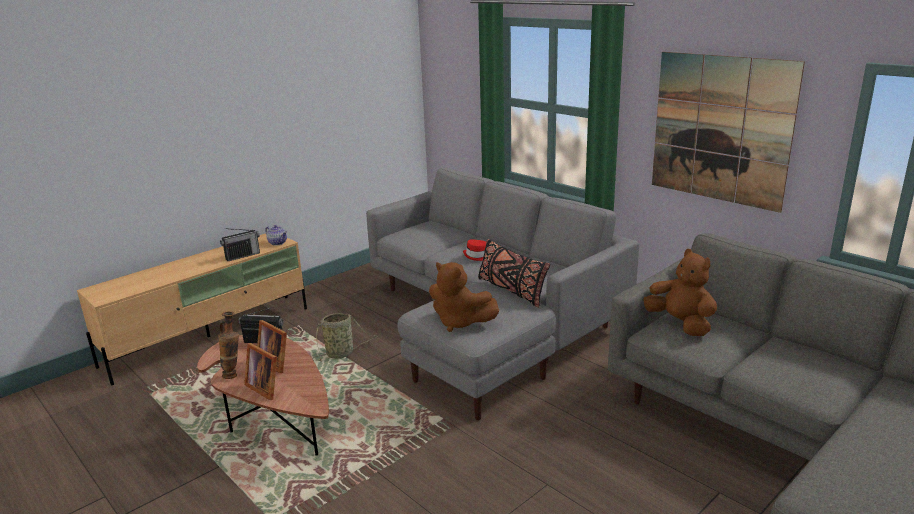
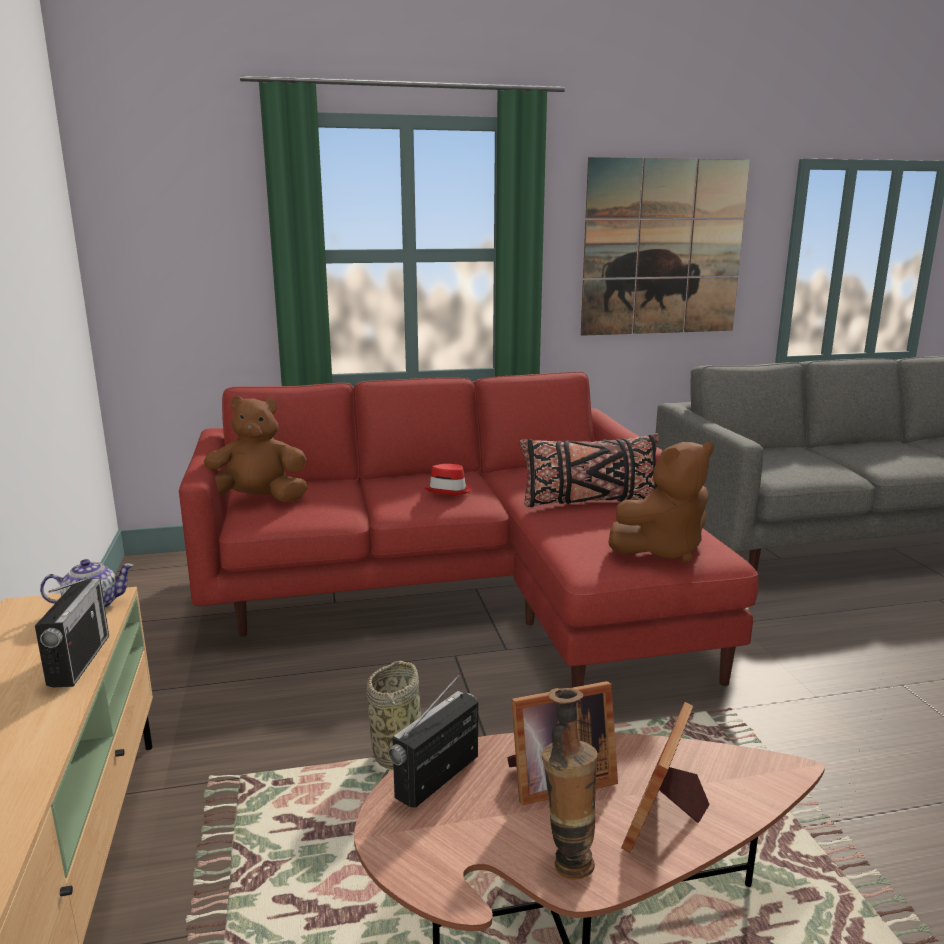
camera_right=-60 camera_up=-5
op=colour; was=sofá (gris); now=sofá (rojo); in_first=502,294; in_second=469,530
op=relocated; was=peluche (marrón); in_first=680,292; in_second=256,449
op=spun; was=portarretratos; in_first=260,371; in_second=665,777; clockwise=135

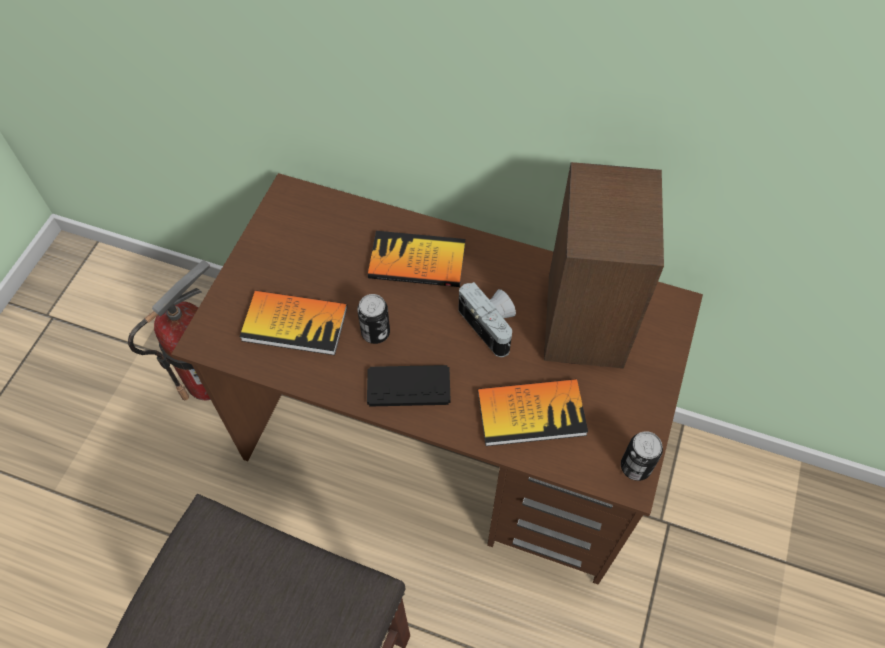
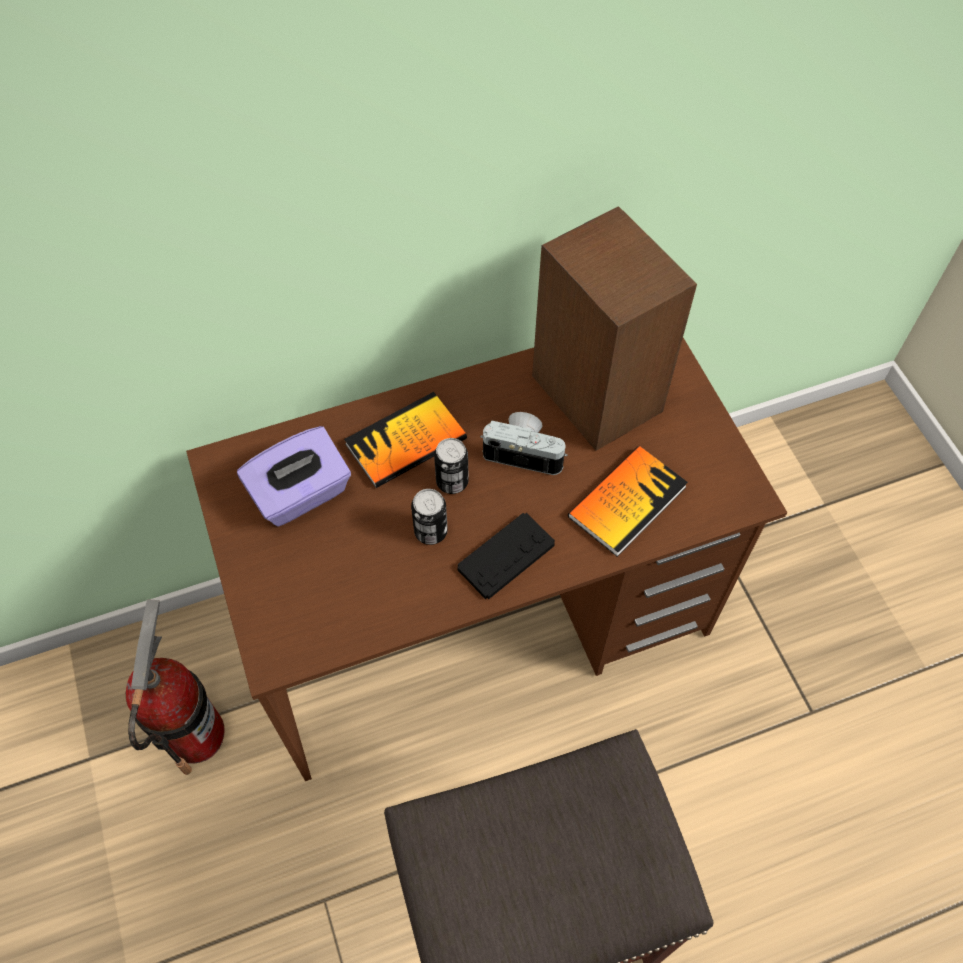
camera_right=-40 camera_up=0
op=appeared; now=caja de pañuelos (morado); in_second=294,476
op=relocated; was=lata; in_first=642,456; in_second=451,466
op=missing; was=libro; in_first=293,322

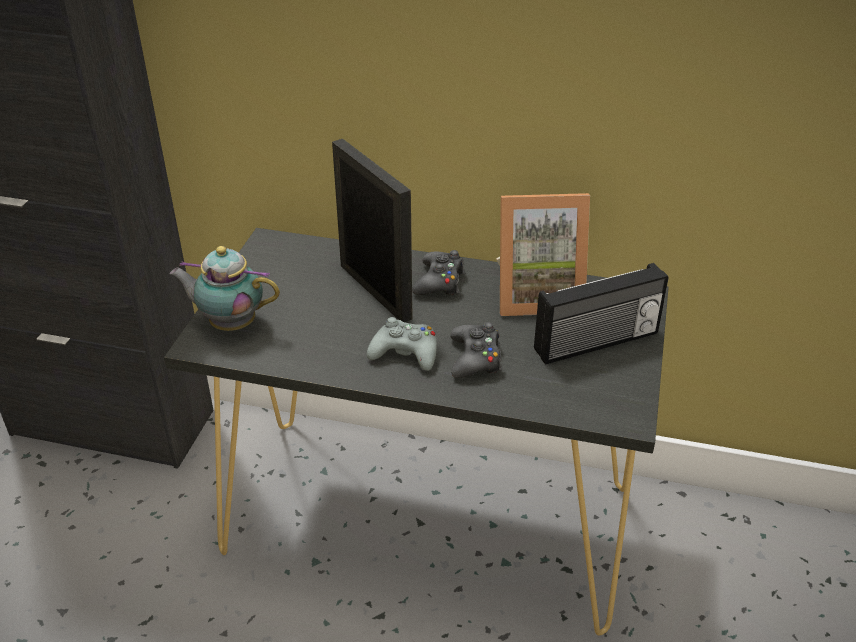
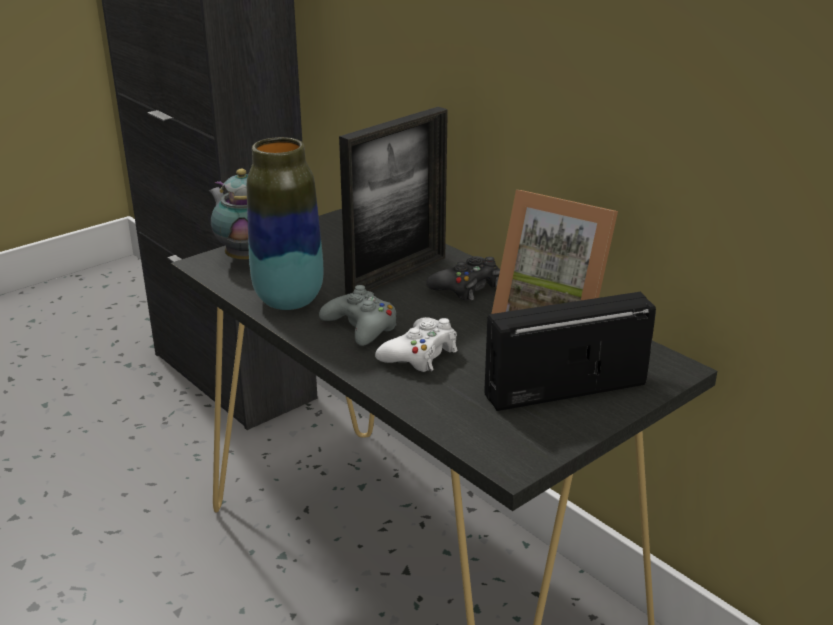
camera_right=35 camera_up=-10
op=appeared; now=florero; in_second=285,223
op=spun; was=portarretratos; in_first=372,230; in_second=393,201; clockwise=45
op=colour; was=mando de consola (negro); now=mando de consola (blanco); in_first=476,350; in_second=416,344
op=spun; was=radio; in_first=601,314; in_second=570,351; clockwise=150

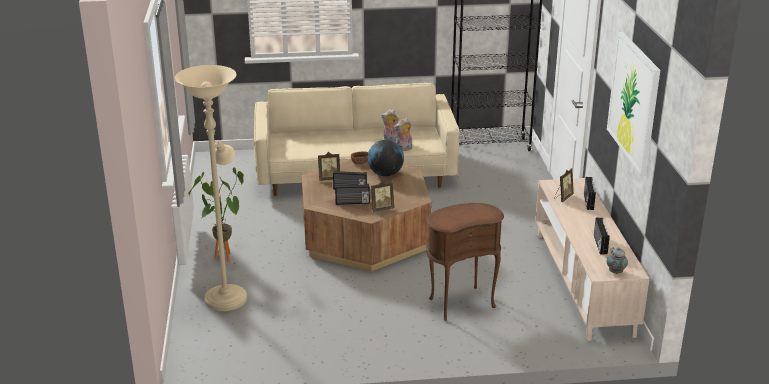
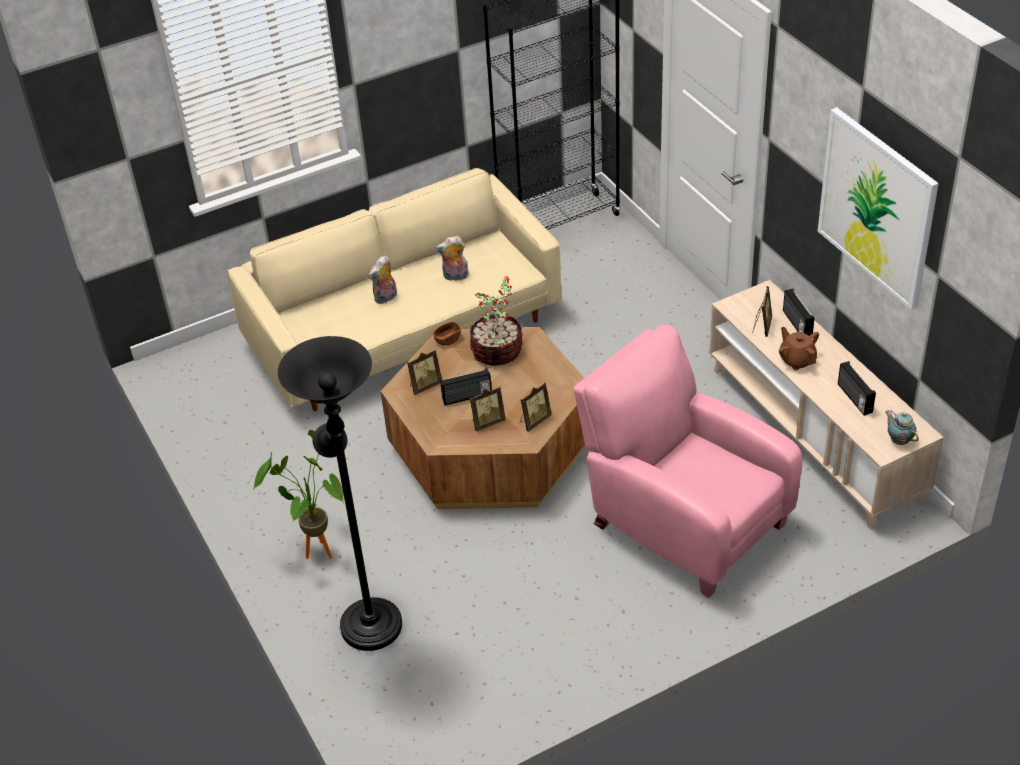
camera_right=-20 camera_up=15
op=colour; was=lámpara de pie (beis); now=lámpara de pie (negro); in_first=211,188; in_second=340,493
op=relocated; was=peluche; in_first=403,134; in_second=383,279
op=exchanged; was=globo terráqueo; now=planta en maceta; in_first=386,158; in_second=496,321
op=exchanged; was=radio; now=portarretratos; in_first=352,194; in_second=487,408
op=exchanged; was=mesa auxiliar (marrón); now=sillón (rosa); in_first=465,262; in_second=688,461
op=appeared; now=tetera (marrón); in_second=799,348

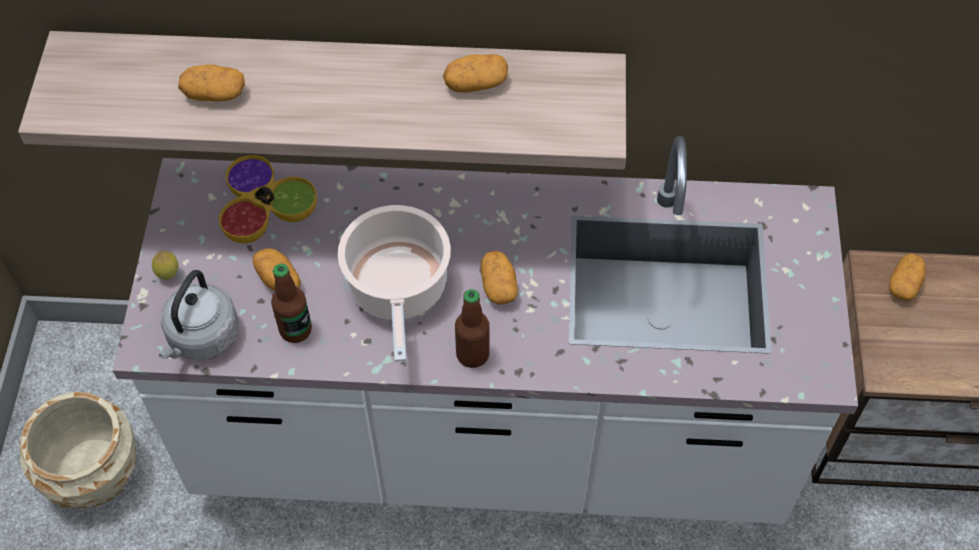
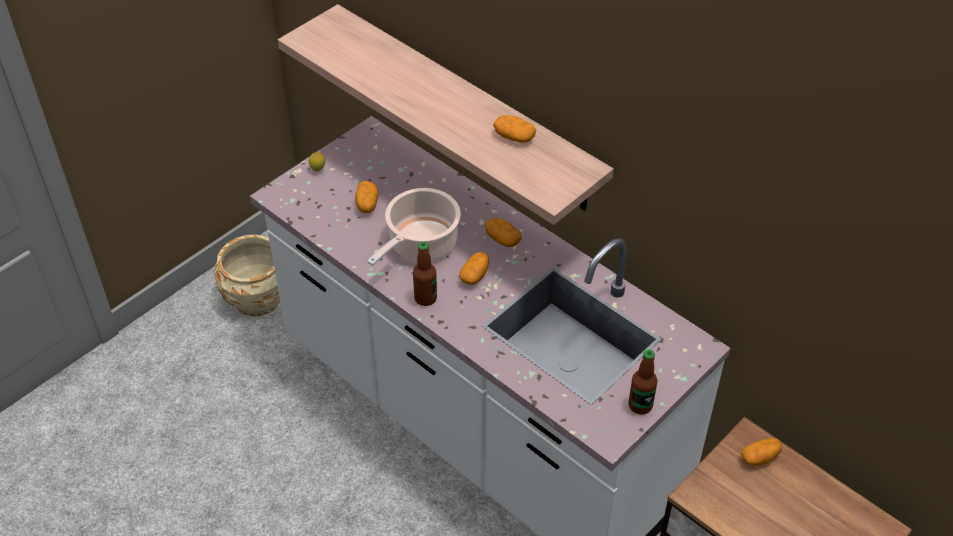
camera_right=40 camera_up=-10
op=relocated; was=patata; in_first=211,82; in_second=503,232
op=relocated; was=botella; in_first=291,303; in_second=642,382
op=missing; was=hervidor (gris); in_first=199,315
op=missing; was=cuenco; in_first=268,199

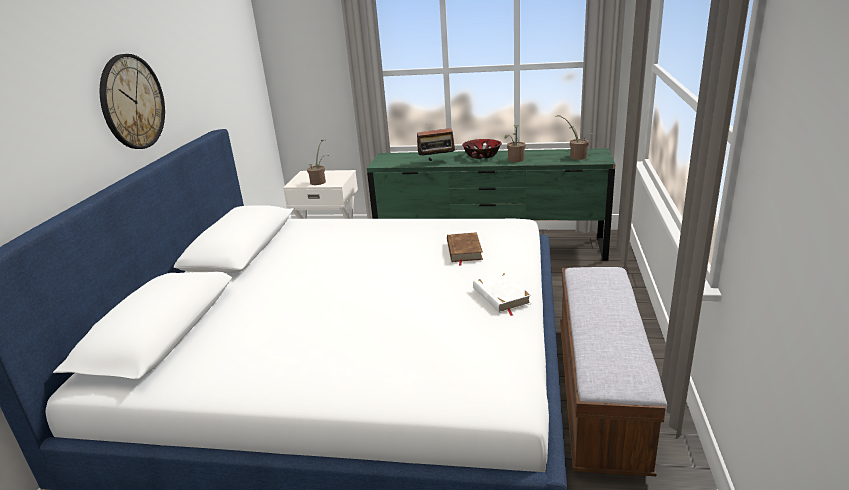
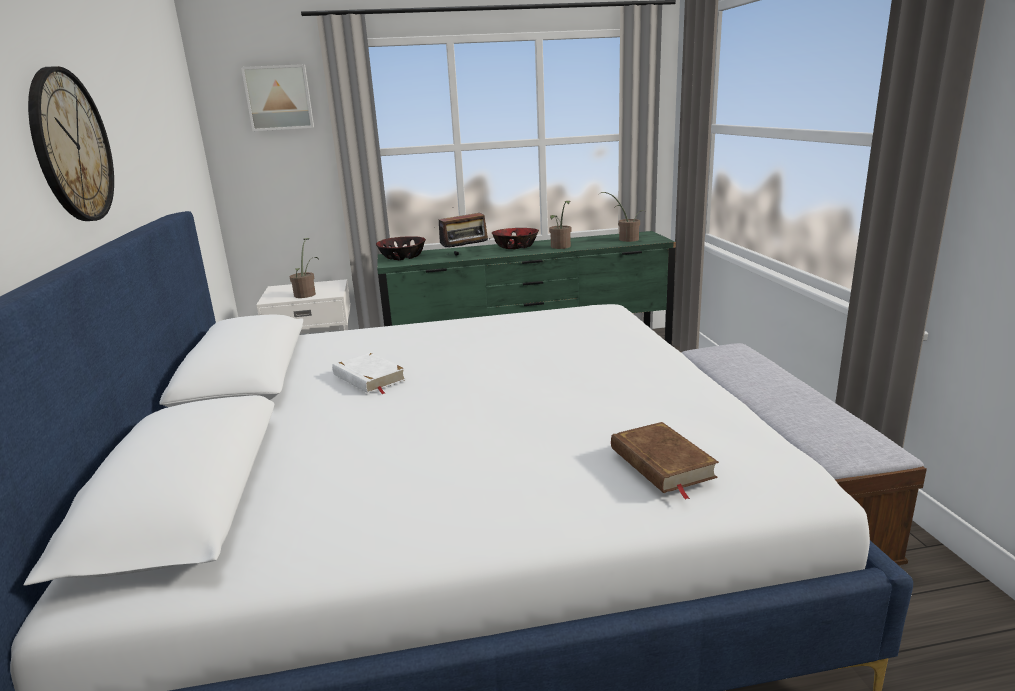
camera_right=-20 camera_up=-5
op=appeared; now=cuadro; in_second=277,97
op=relocated; was=libro (blanco); in_first=502,294; in_second=369,373
op=appeared; now=cuenco; in_second=401,248
op=relocated; was=libro (marrón); in_first=465,249; in_second=665,461

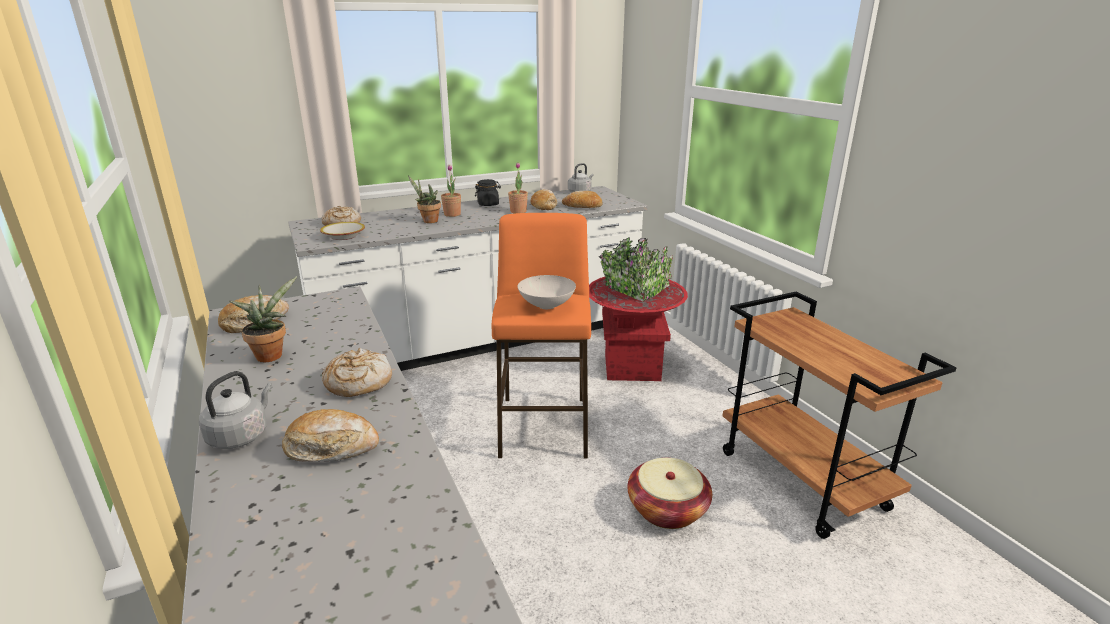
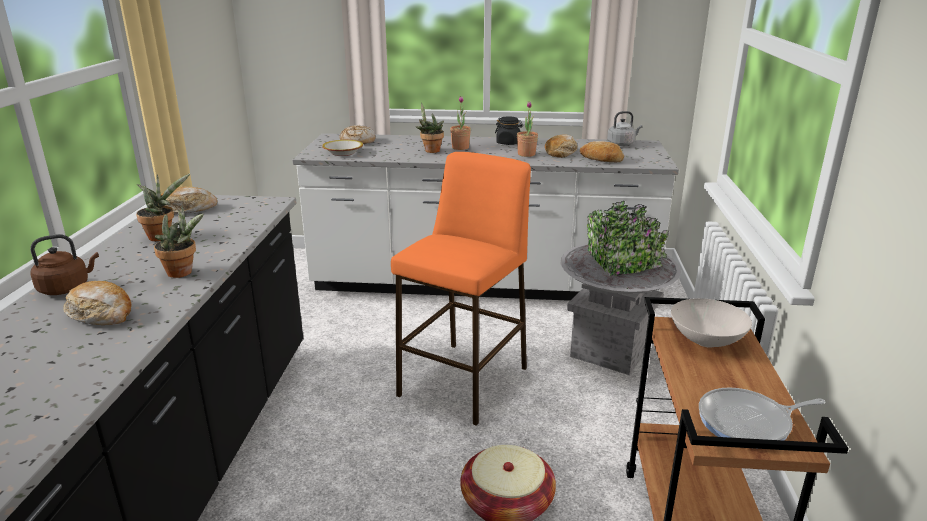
camera_right=30 camera_up=0
op=colour; was=hervidor (gris); now=hervidor (marrón); in_first=236,410; in_second=64,264
op=exchanged; was=pan; now=planta en maceta; in_first=357,372; in_second=179,241
op=colour; was=maceta (rojo); now=maceta (gris); in_first=638,309; in_second=621,288
op=relocated; was=cuenco (blanco); in_first=547,292; in_second=711,322
op=appeared; now=sartén; in_second=762,418

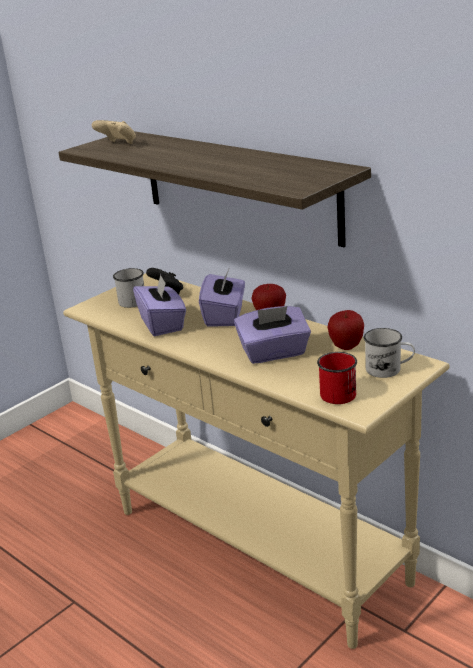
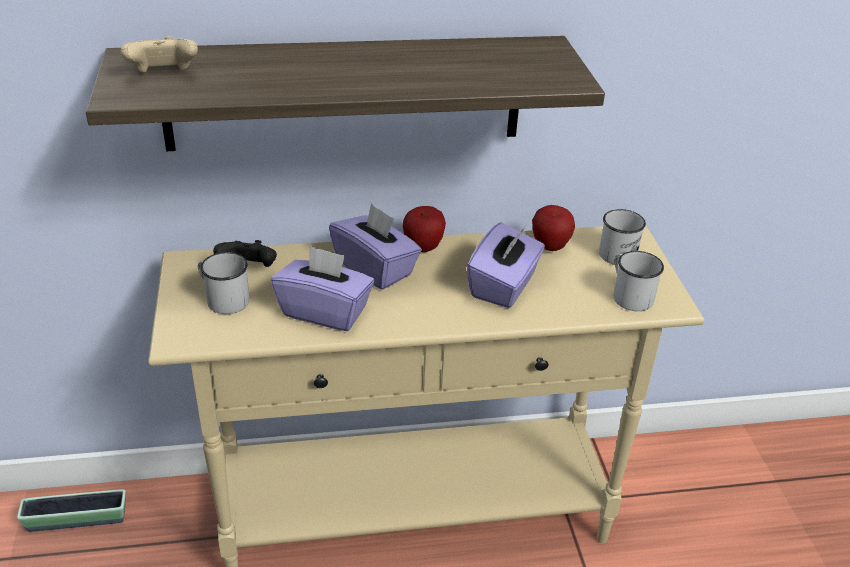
camera_right=-55 camera_up=10
op=appeared; now=maceta; in_second=71,510
op=colour; was=taza grande (rojo); now=taza grande (blanco); in_first=337,378; in_second=638,281

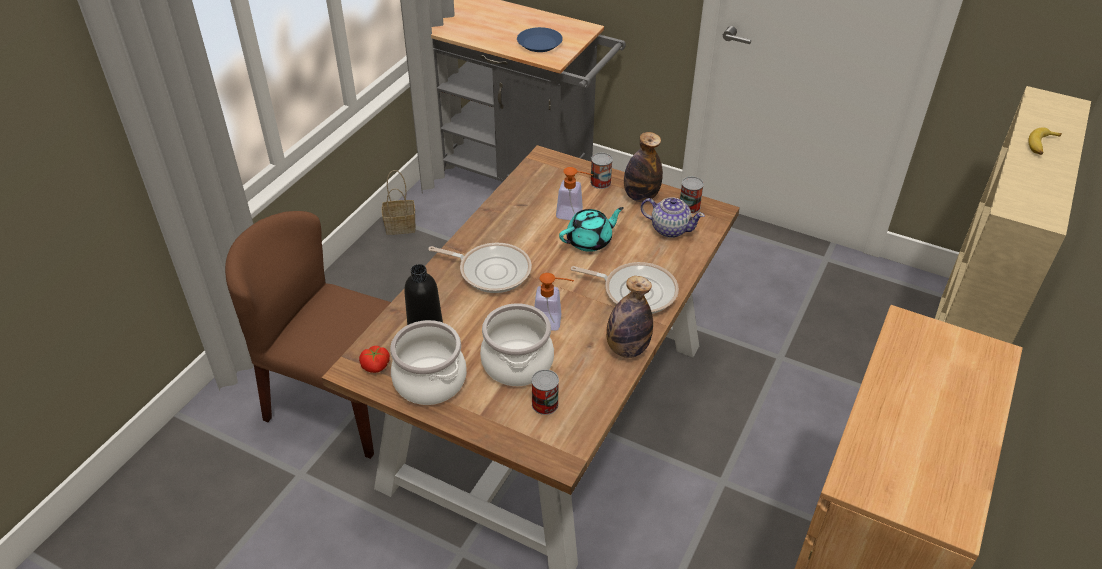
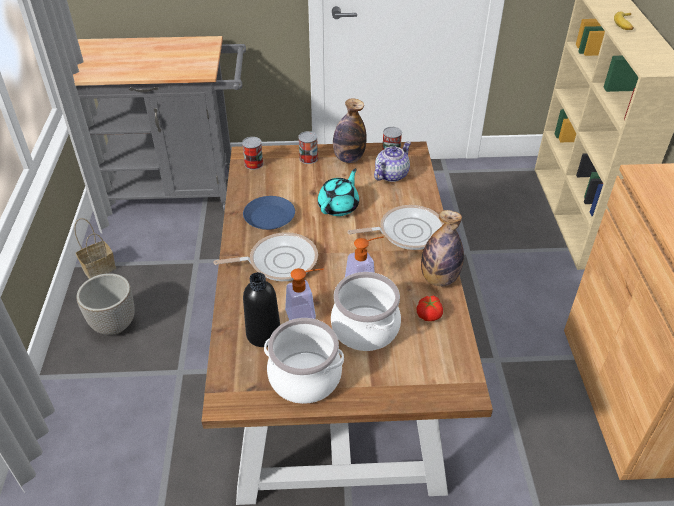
camera_right=-30 camera_up=0
op=appeared; now=maceta; in_second=105,304
op=relocated; was=lata; in_first=545,392; in_second=252,153
op=relocated; was=plato (azul); in_first=540,39; in_second=269,213
op=relocated; was=dispensador de jabón; in_first=574,193; in_second=304,294
op=spun; was=tetera; in_first=673,217; in_second=392,161; clockwise=-45
op=relocated; was=tomate; in_first=374,359; in_second=429,308
op=missing; was=silla (marrón); in_first=308,335

